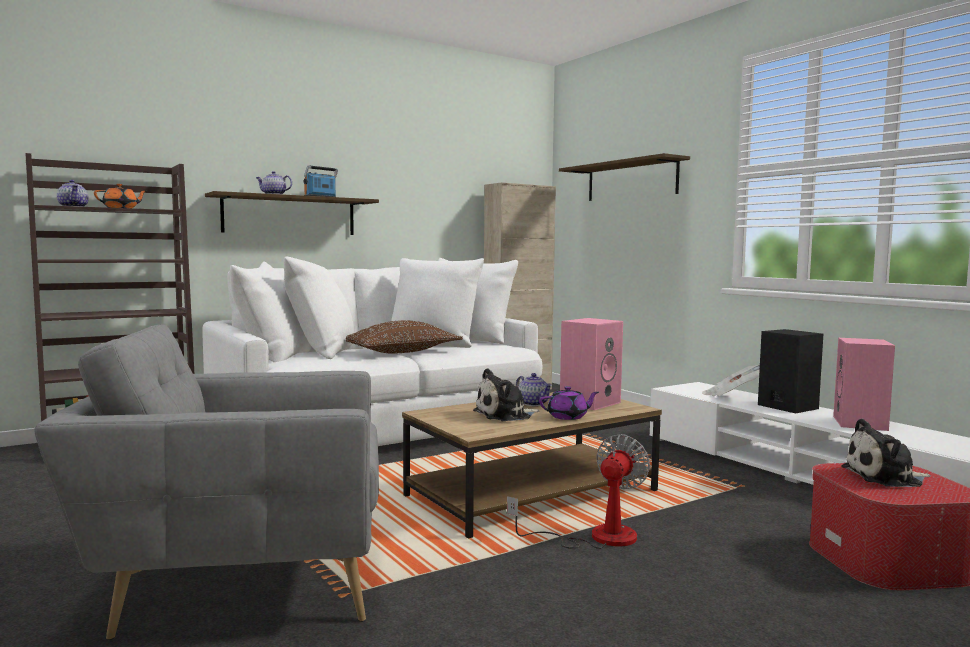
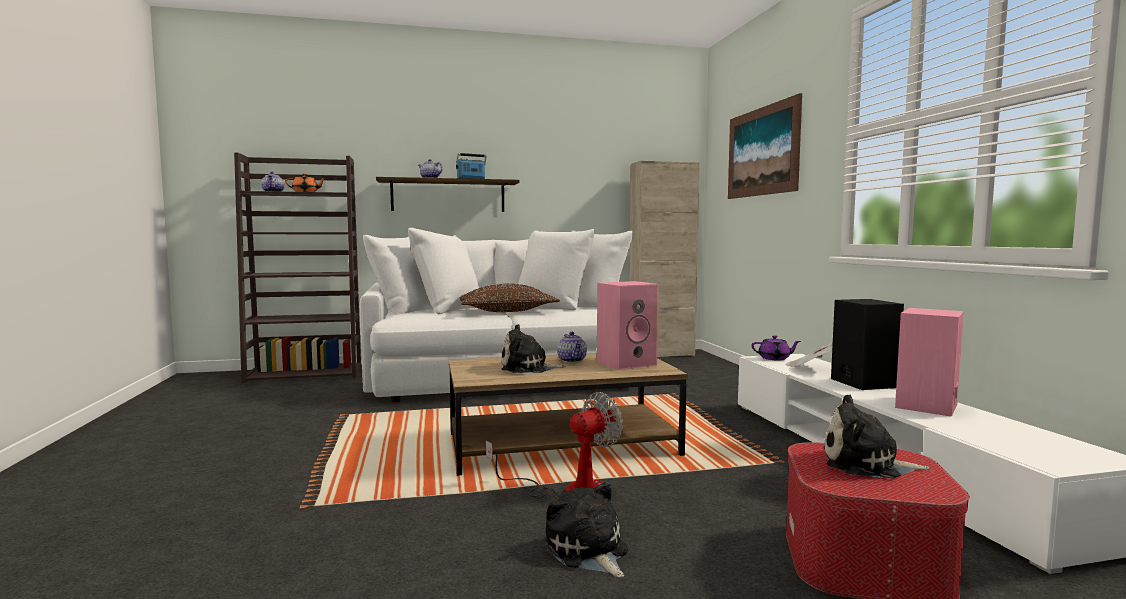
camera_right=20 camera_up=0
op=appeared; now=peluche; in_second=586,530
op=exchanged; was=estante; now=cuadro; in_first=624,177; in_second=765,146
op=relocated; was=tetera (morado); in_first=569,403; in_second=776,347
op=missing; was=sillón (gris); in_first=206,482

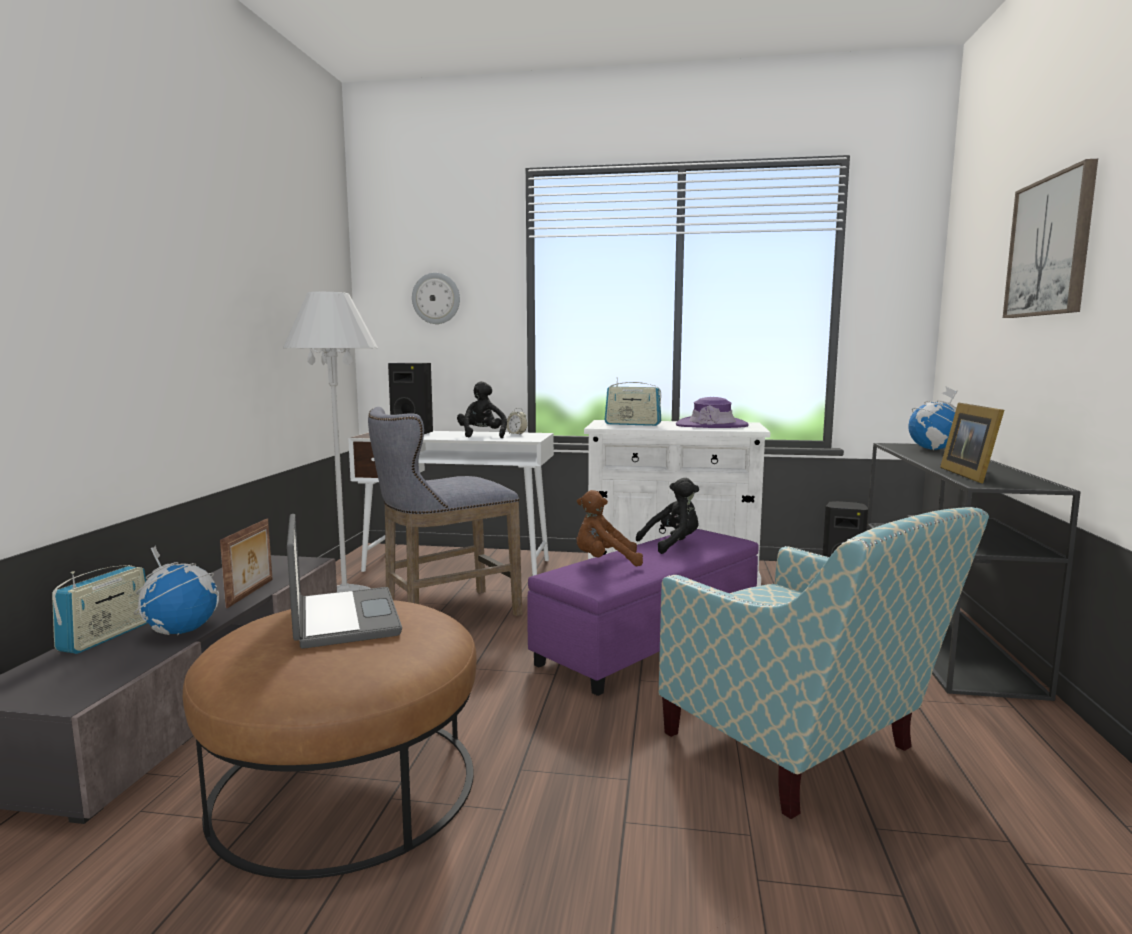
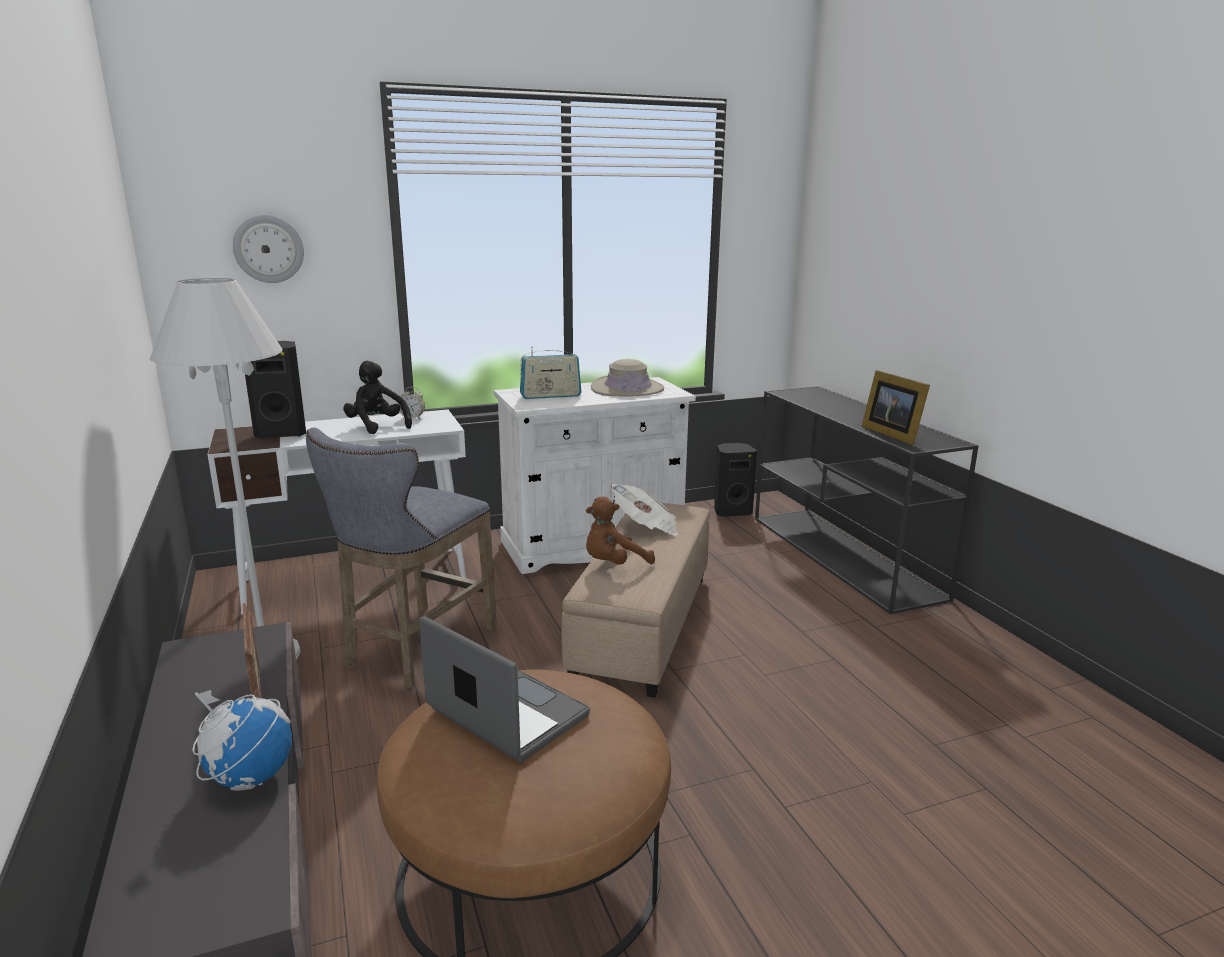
camera_right=-30 camera_up=10
op=colour; was=puf (morado); now=puf (beis); in_first=642,612; in_second=635,600
op=colour; was=sombrero (morado); now=sombrero (beis); in_first=712,412; in_second=627,377
op=exchanged; was=peluche (negro); now=periódico; in_first=667,516; in_second=644,510
op=missing; was=radio; in_first=99,609
op=missing; was=sillón; in_first=824,663
op=missing; was=globo terráqueo; in_first=933,418
op=missing; was=cuadro; in_first=1050,238

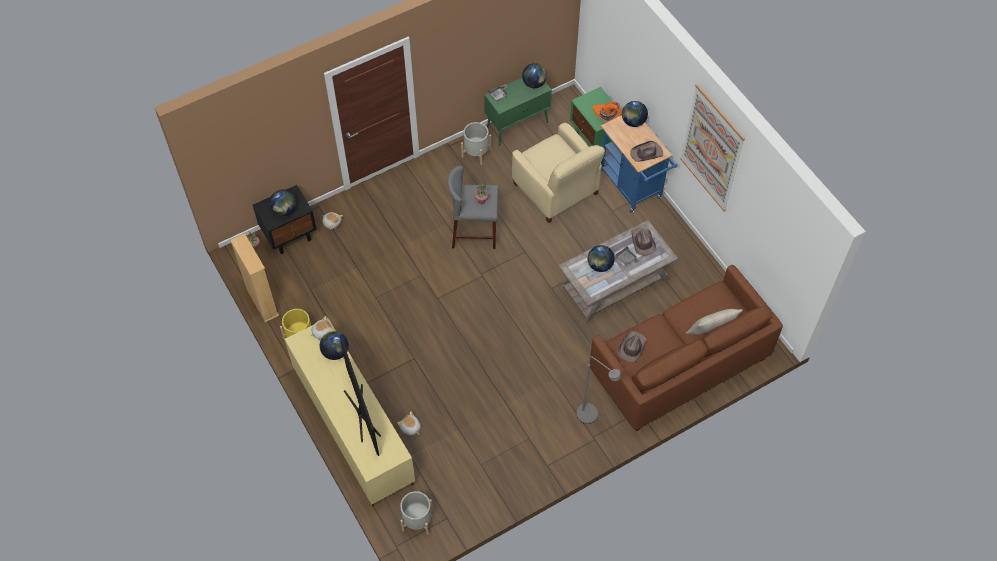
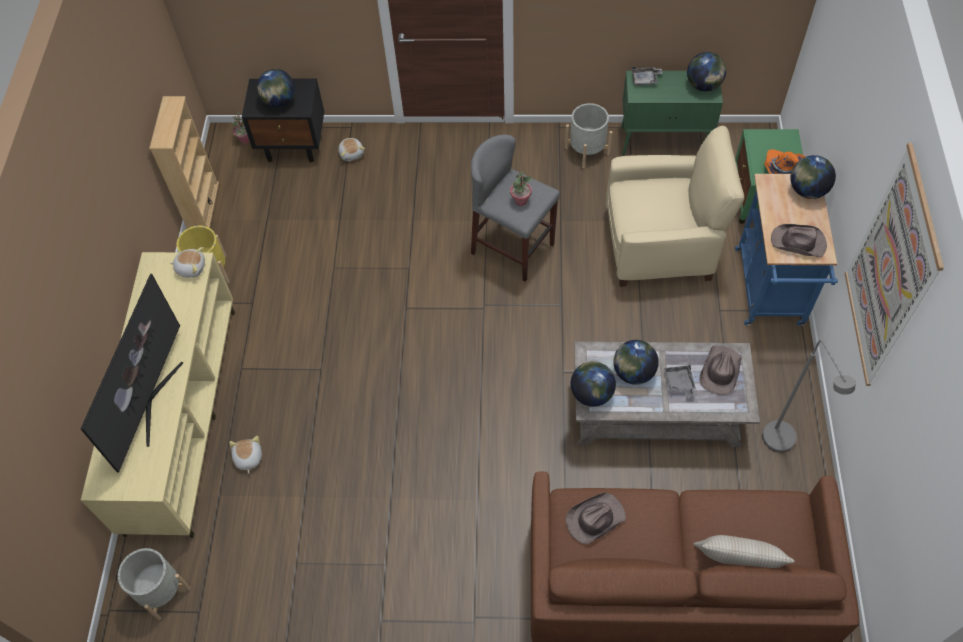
camera_right=35 camera_up=0
op=relocated; was=globo terráqueo; in_first=334,345; in_second=593,384
op=spun; was=sillón (beis); in_first=558,173; in_second=675,206; clockwise=-90
op=relocated; was=lámpara de pie (gris); in_first=599,390; in_second=809,396

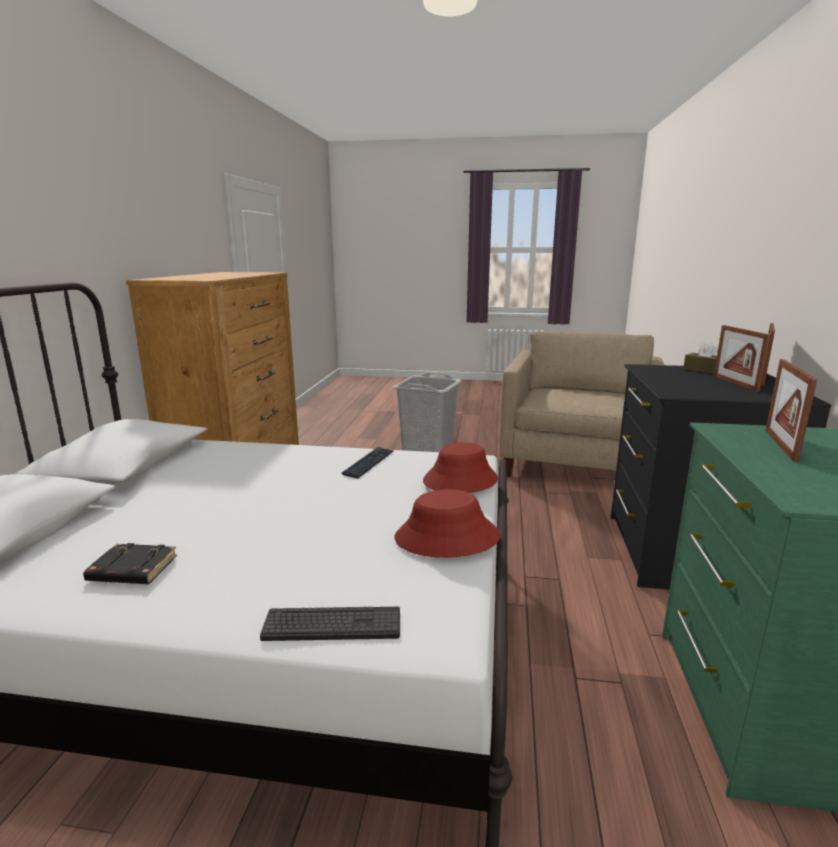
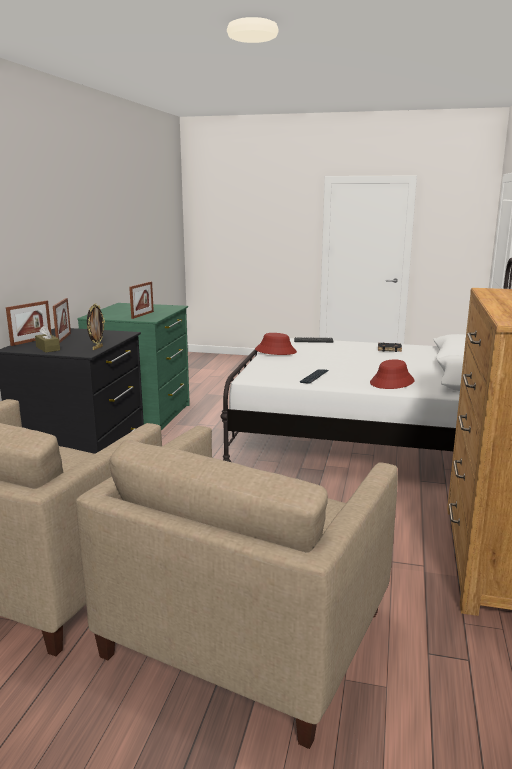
camera_right=-175 camera_up=0
op=exchanged; was=cesto de la ropa (gris); now=sillón (beis); in_first=427,412; in_second=237,587
op=appeared; now=portarretratos; in_second=96,326
op=relocated; was=sombrero (rojo); in_first=460,467; in_second=392,374

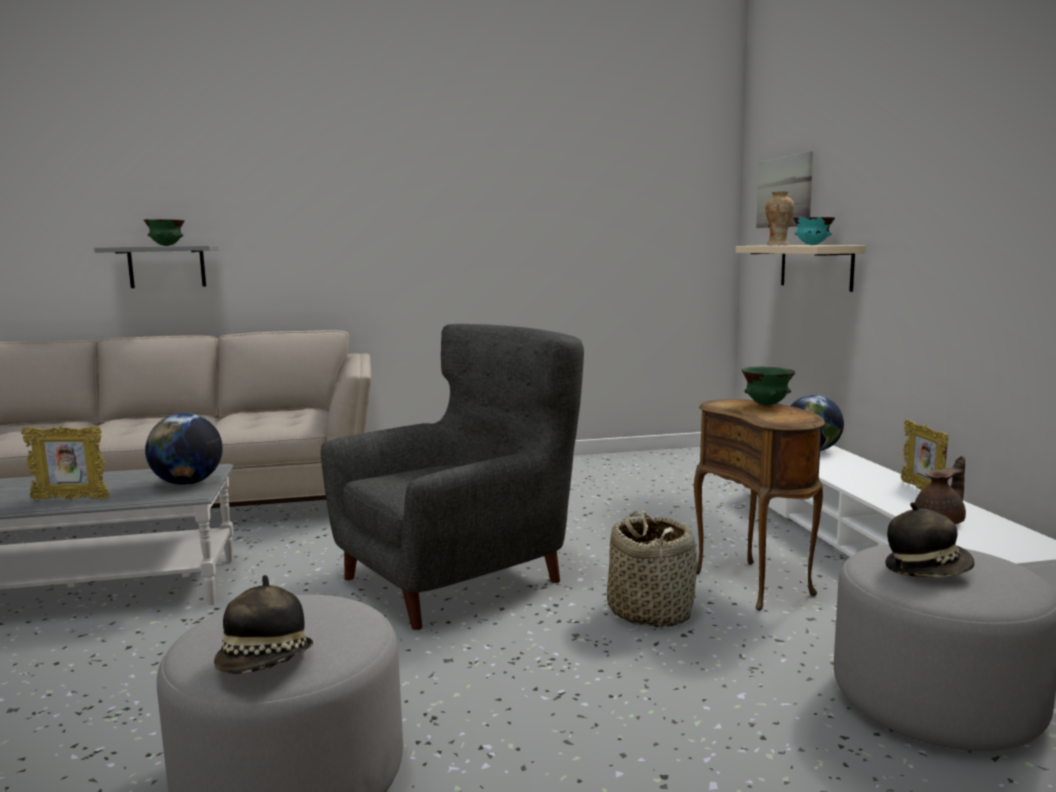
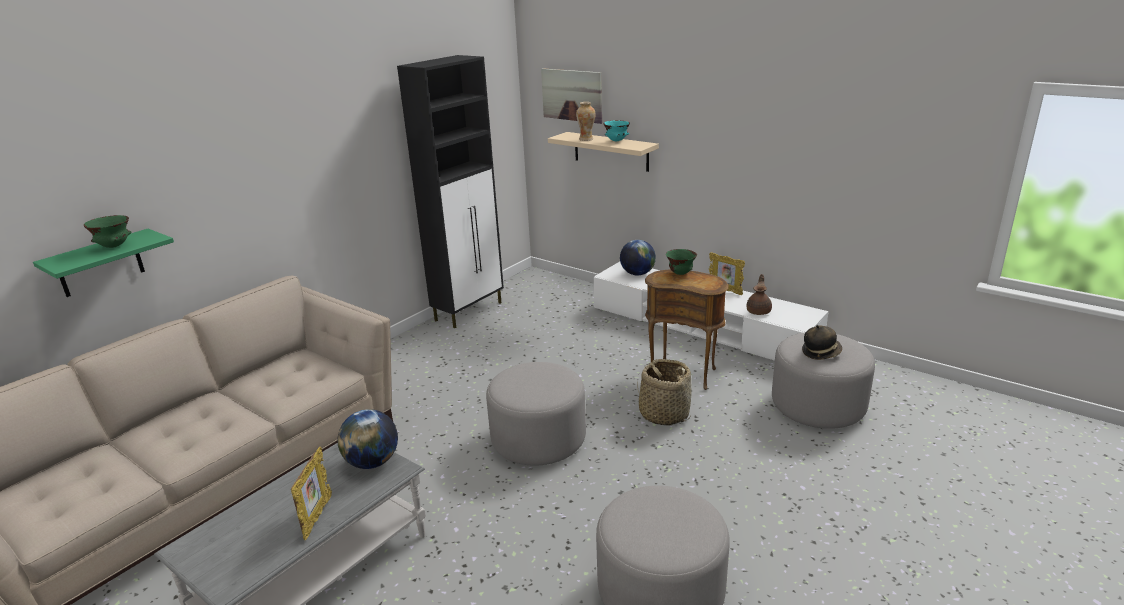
camera_right=-40 camera_up=15
op=colour; was=estante (gris); now=estante (verde); in_first=156,267; in_second=103,263
op=spun; was=portarretratos; in_first=65,463; in_second=311,493; clockwise=-45
op=appeared; now=armario (negro); in_second=450,191
op=exchanged; was=sillón (gris); now=puf (gris); in_first=452,477; in_second=536,414
op=missing; was=sombrero; in_first=263,624

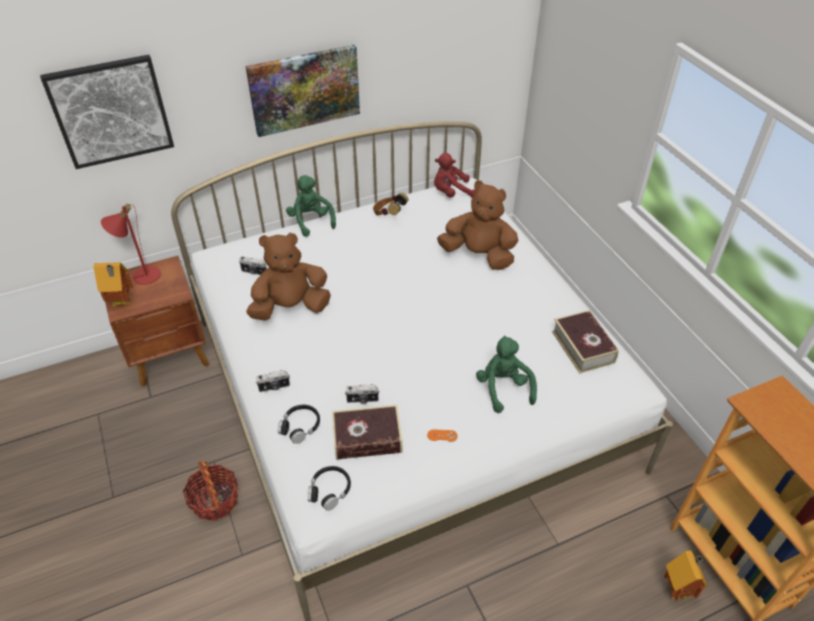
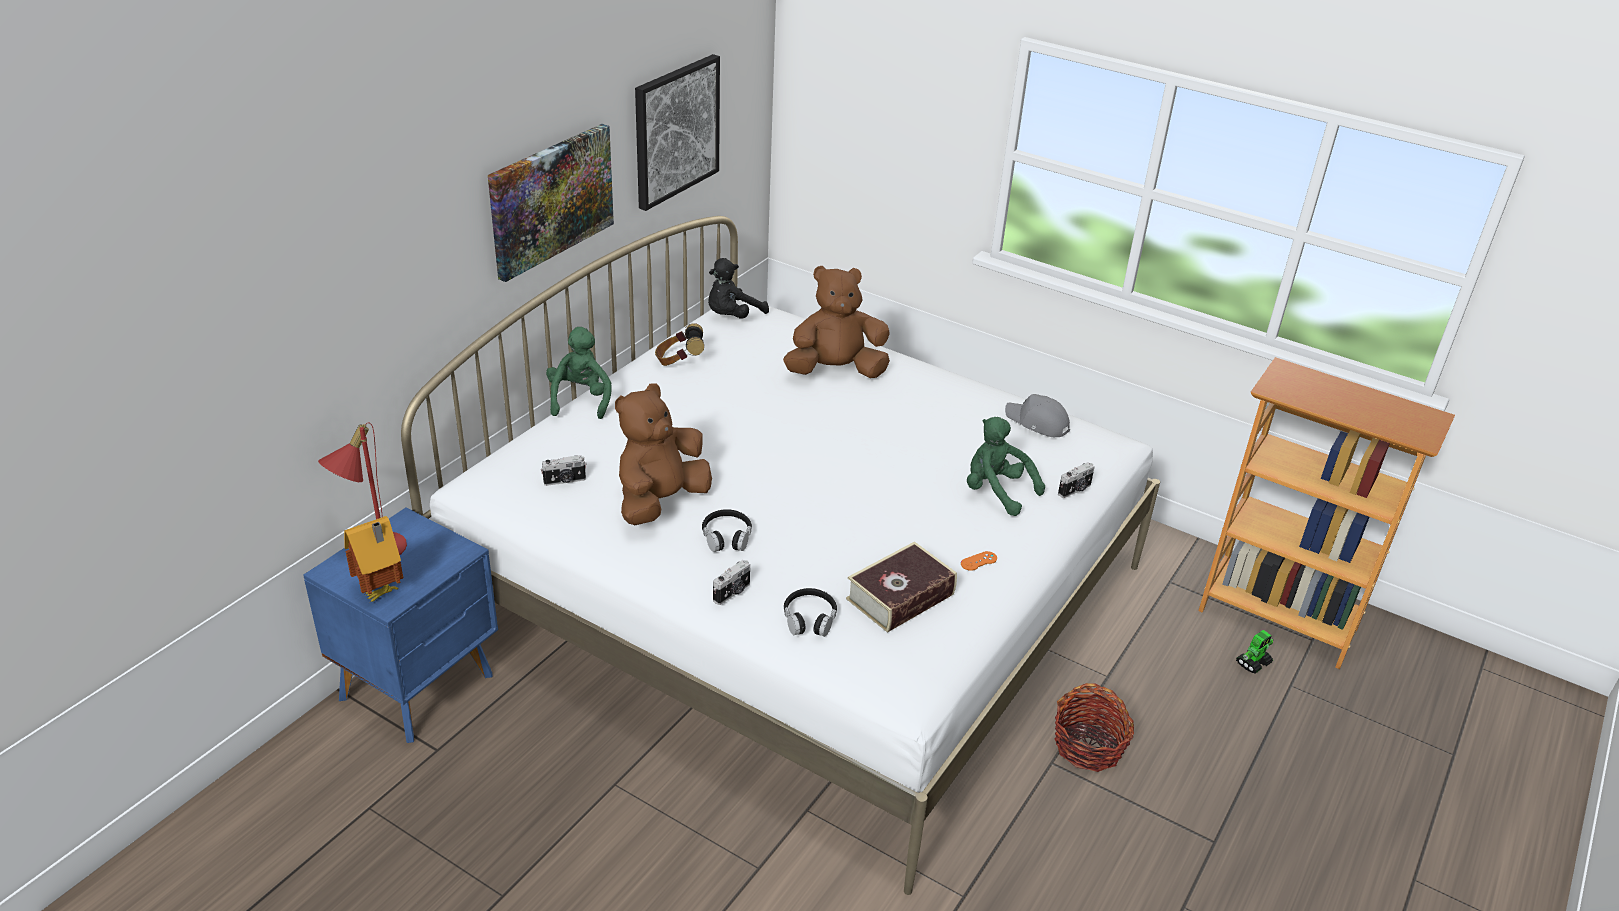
camera_right=-35 camera_up=-10
op=colour; was=mesita de noche (marrón); now=mesita de noche (azul); in_first=157,321; in_second=400,625
op=spun; was=peluche (verde); in_first=311,206; in_second=579,373; clockwise=60
op=relocated; was=cuadro; in_first=107,112; in_second=677,132
op=relocated; was=auriculares (negro); in_first=329,488; in_second=727,530
op=colour; was=peluche (rojo); now=peluche (negro); in_first=455,175; in_second=738,288
op=exchanged; was=libro; now=gorra (gris); in_first=585,341; in_second=1037,415
op=relocated; was=cesta; in_first=210,491; in_second=1094,727
op=relocated; was=cámara; in_first=362,394; in_second=1076,480
op=exchanged; was=casita; now=robot de juguete; in_first=686,576; in_second=1255,651

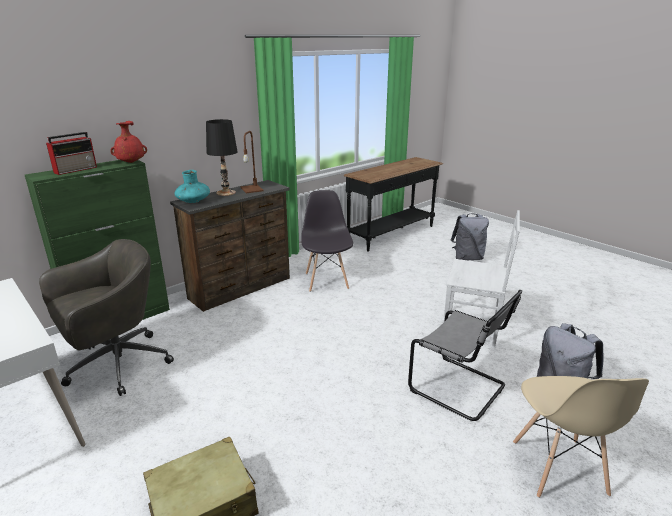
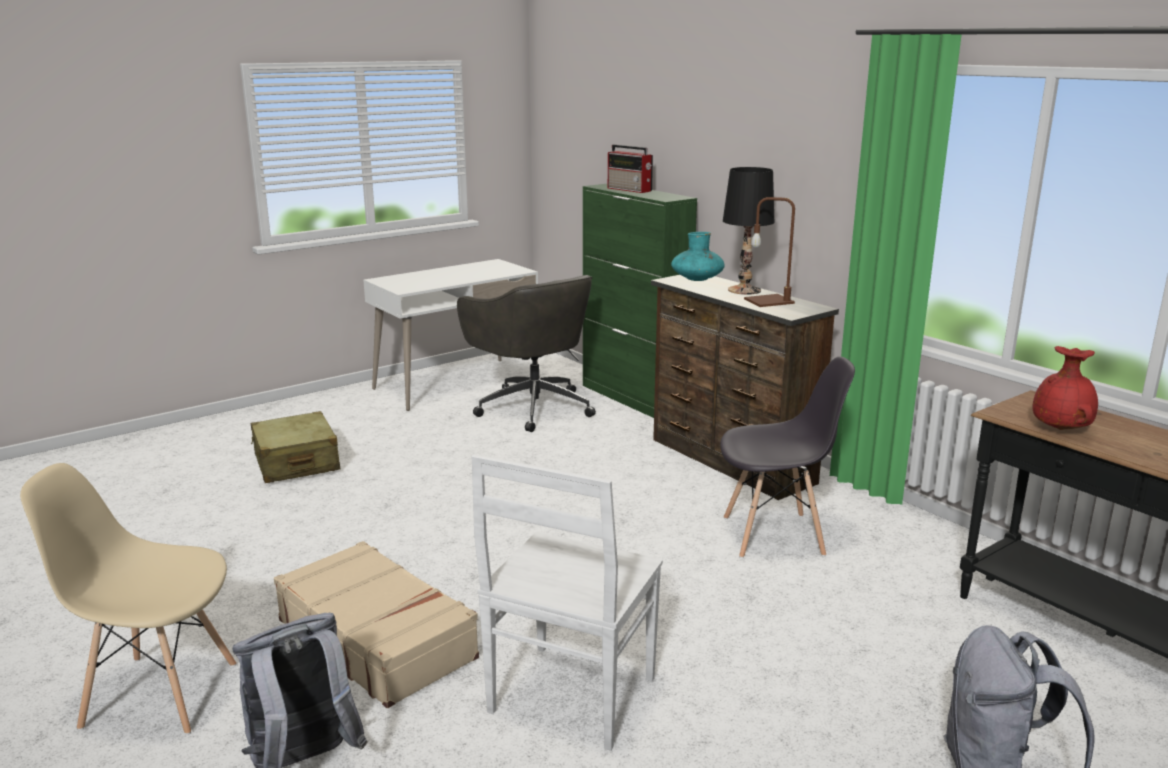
camera_right=95 camera_up=-5
op=exchanged; was=silla (gris); now=maleta (beis); in_first=465,355; in_second=376,624
op=relocated; was=florero (rojo); in_first=128,142; in_second=1065,388

